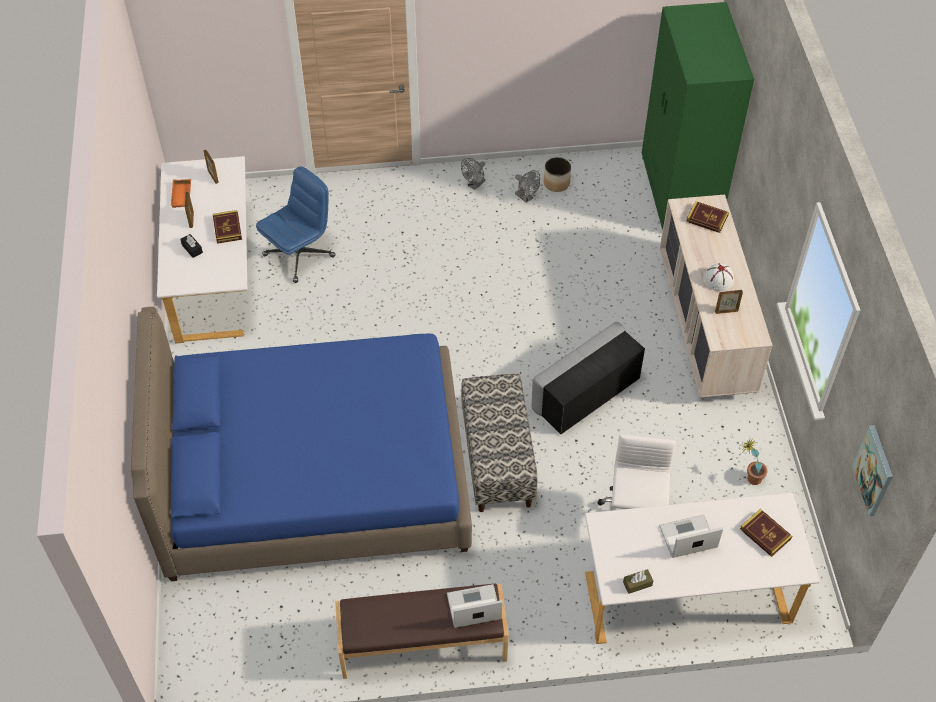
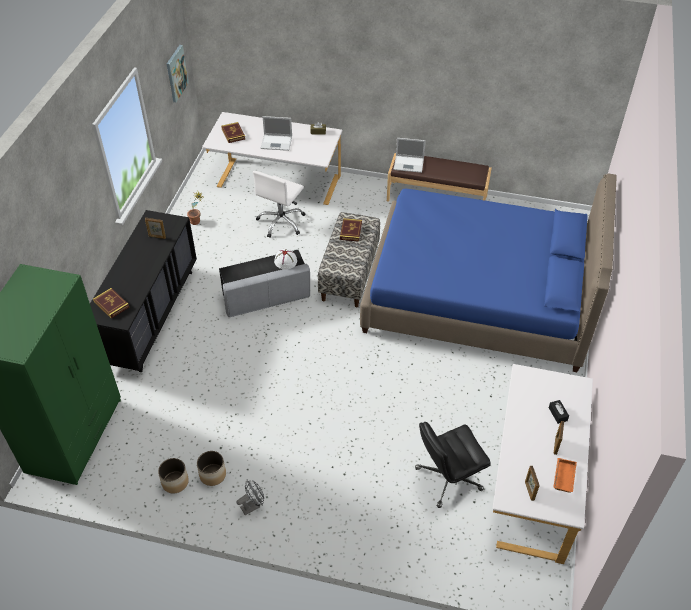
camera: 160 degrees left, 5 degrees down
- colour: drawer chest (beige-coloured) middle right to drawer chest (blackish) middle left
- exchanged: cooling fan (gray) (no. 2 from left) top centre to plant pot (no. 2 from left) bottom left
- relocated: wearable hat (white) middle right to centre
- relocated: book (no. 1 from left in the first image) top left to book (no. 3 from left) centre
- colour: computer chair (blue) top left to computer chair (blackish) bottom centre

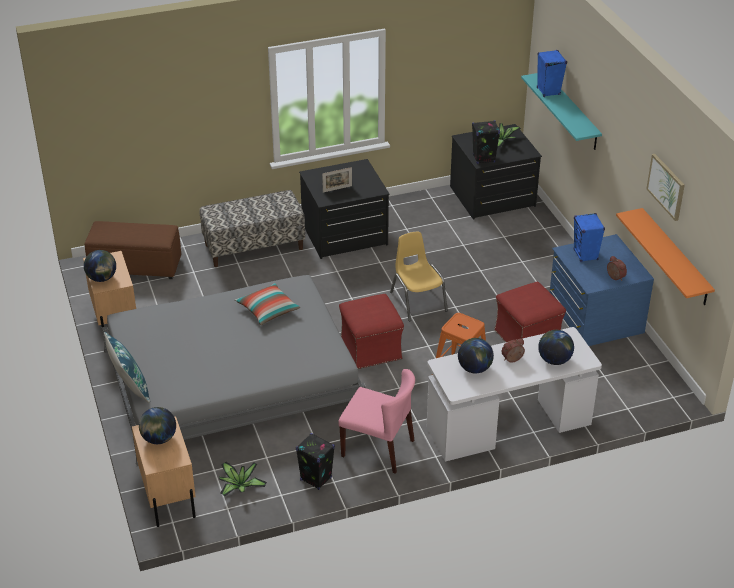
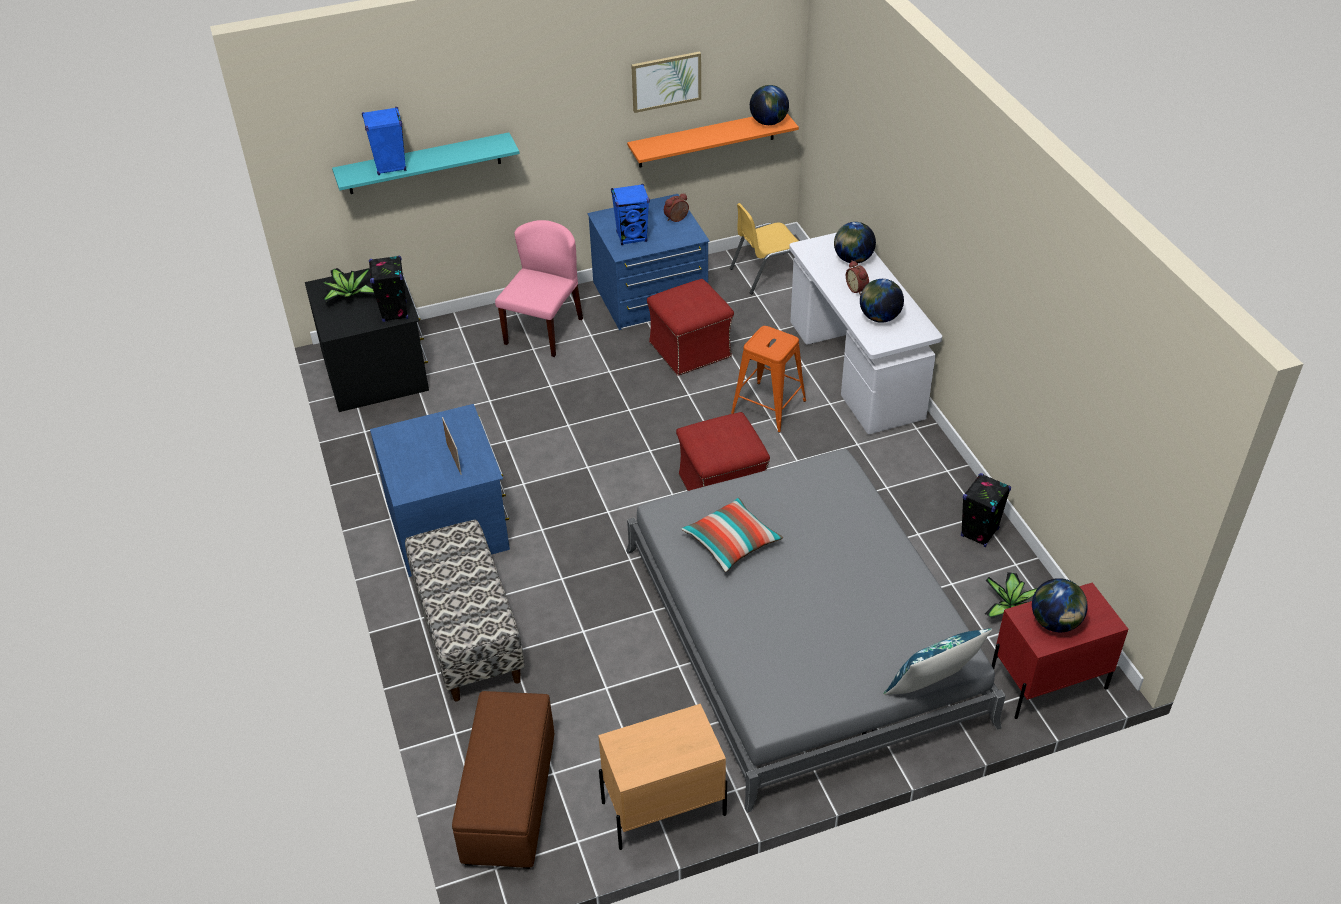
camera: 90 degrees left, 5 degrees up
- colour: drawer chest (blackish) (no. 1 from left) centre to drawer chest (blue) (no. 1 from left) middle left
- relocated: plain chair (pink-coloured) bottom centre to top centre
- relocated: plain chair (yellow) centre to top centre
- relocated: desk globe (no. 1 from left) middle left to top centre
- colour: bedside table (beige-coloured) (no. 2 from left) bottom left to bedside table (red) bottom right

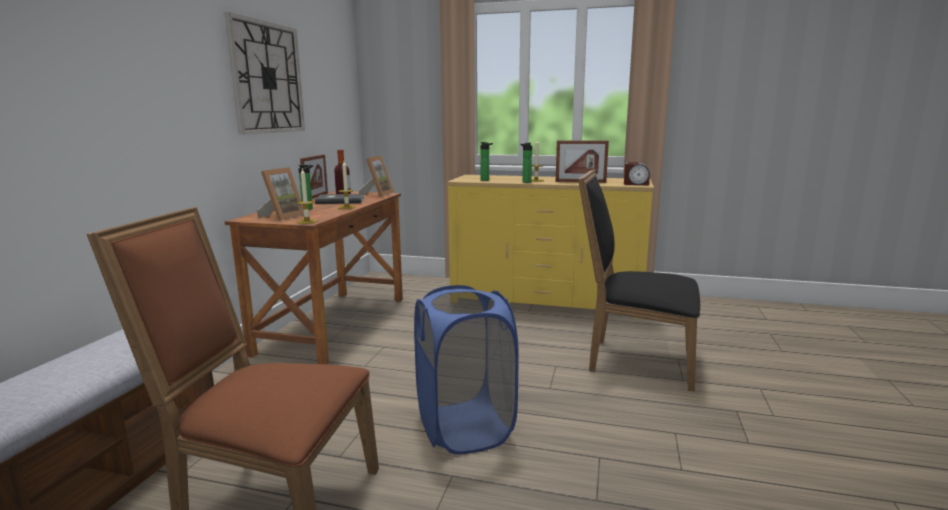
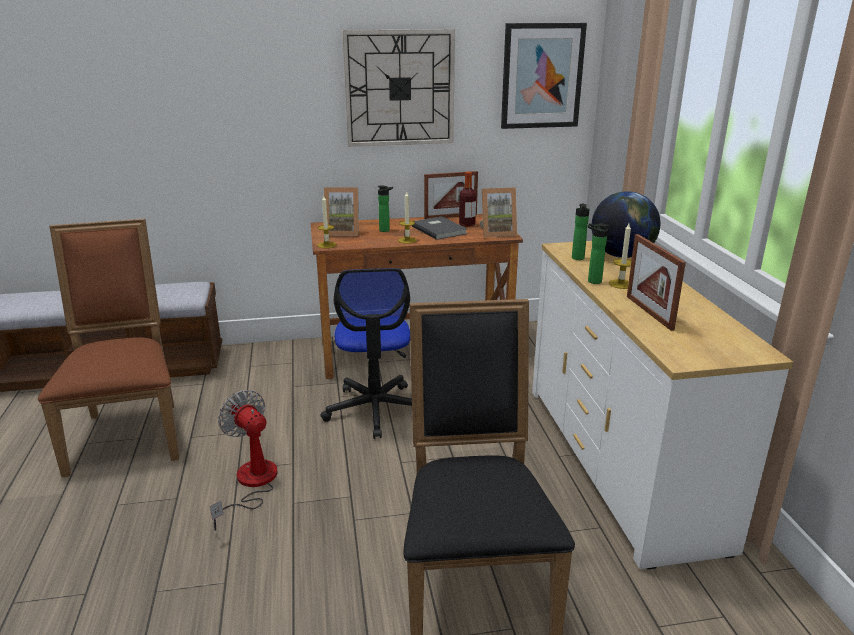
camera: 65 degrees right, 10 degrees up
- exchanged: hamper (blue) bottom centre to cooling fan bottom left
- appeared: computer chair centre
- appeared: wall picture top centre
- colour: drawer chest (yellow) centre to drawer chest (white) middle right
- appeared: desk globe middle right
- missing: bedside clock middle right

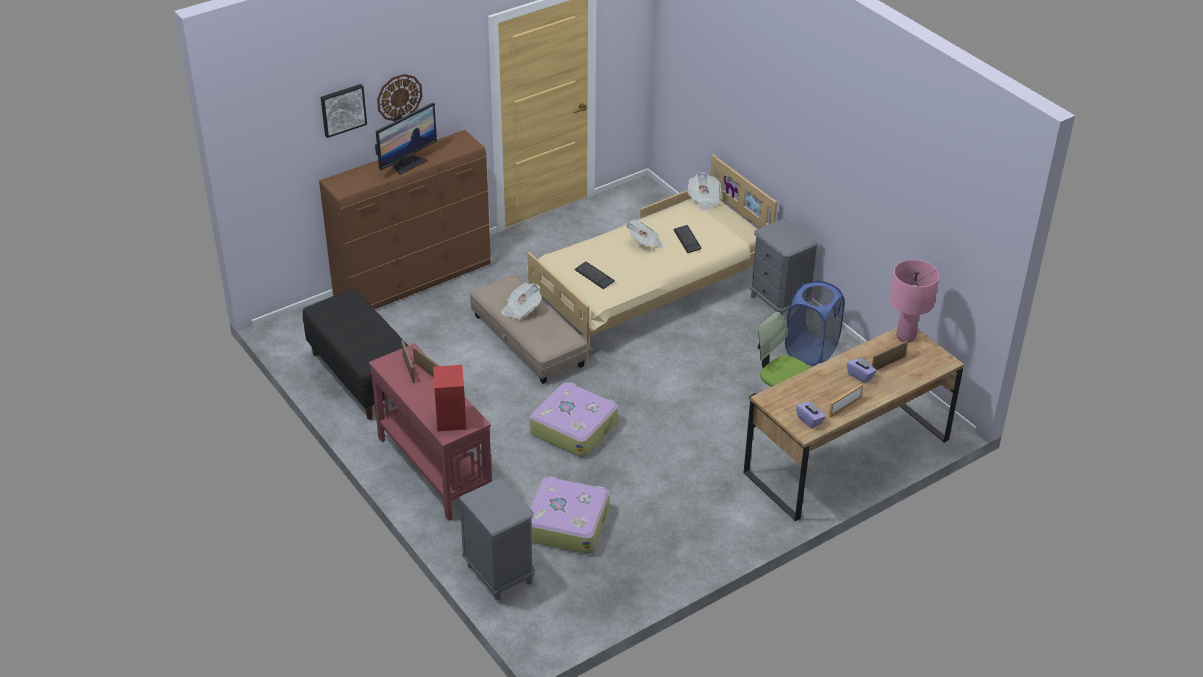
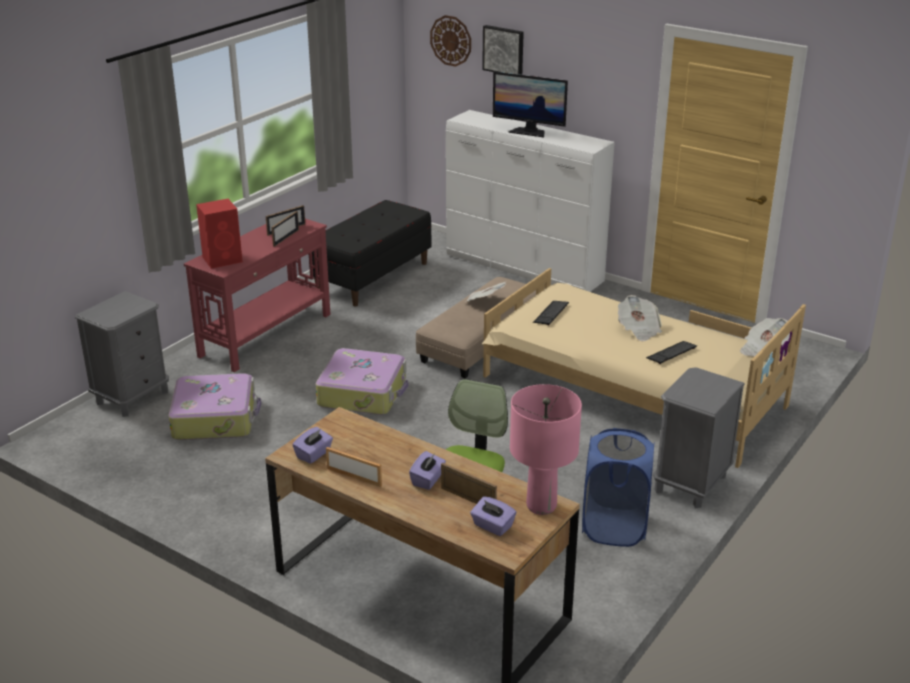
camera: 70 degrees right, 10 degrees down
- relocated: clock on the wall top left to top centre
- colour: drawer chest (brownish) top centre to drawer chest (white) top centre
- appeared: tissue box (purple-coloured) (no. 3 from left) bottom centre

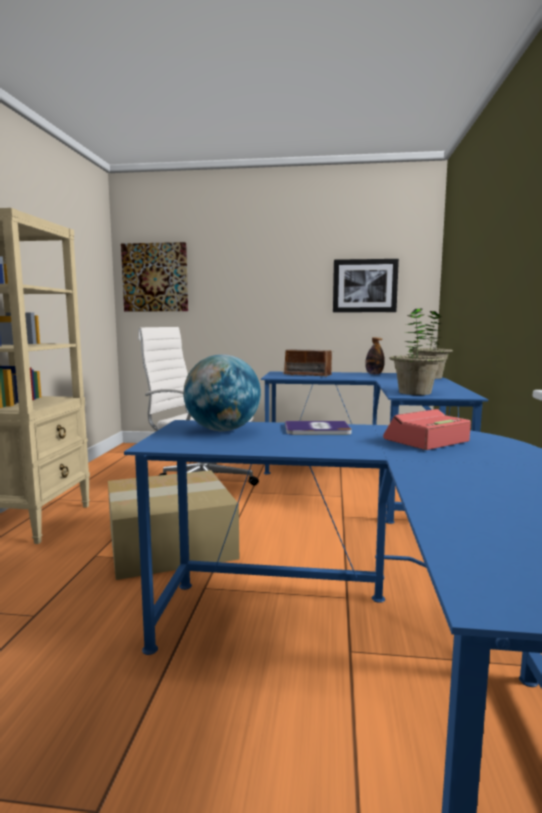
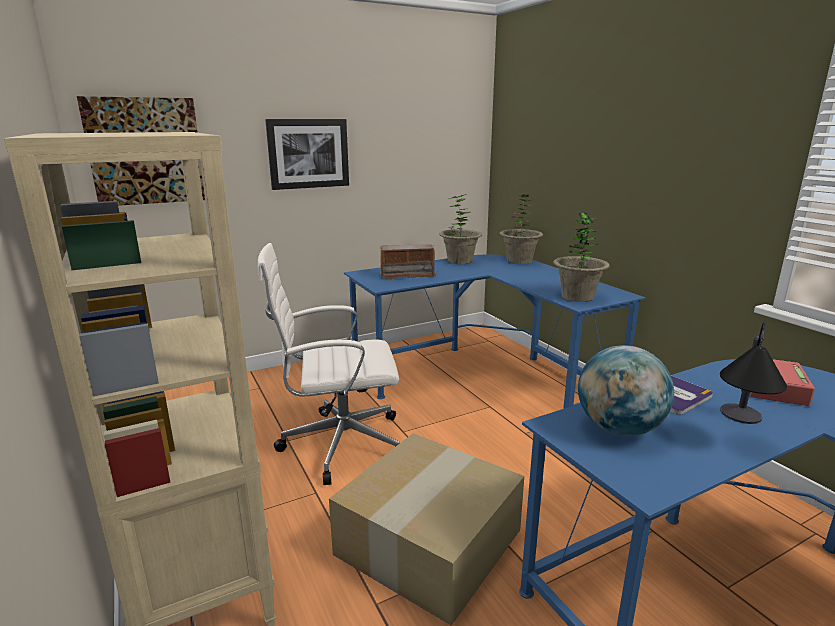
camera: 35 degrees left, 10 degrees up
- relocated: wall picture (no. 2 from left) middle right to top centre
- exchanged: bottle middle right to plant in a pot (no. 1 from left) centre
- appeared: table lamp middle right

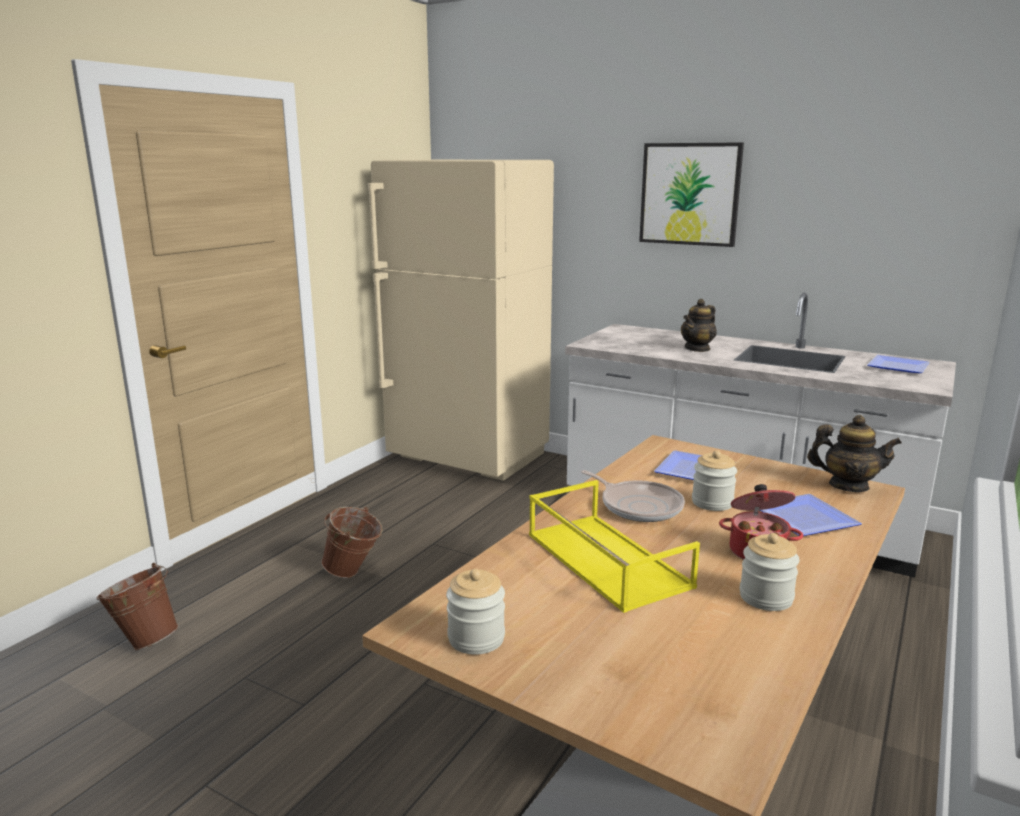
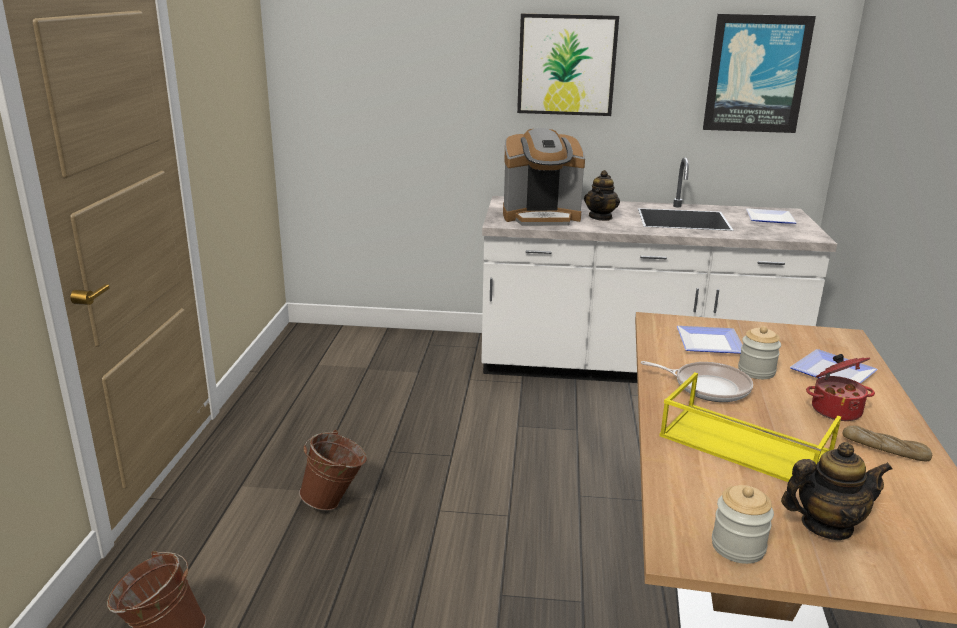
camera: 25 degrees left, 5 degrees up
- appeared: coffee brewer top centre
- appeared: wall picture (no. 2 from left) top right
- relocated: tea pot (no. 2 from left) middle right to bottom right
- exchanged: preserve jar (no. 3 from left) bottom right to bakery bread bottom right
- missing: refrigerator (beige-coloured) centre

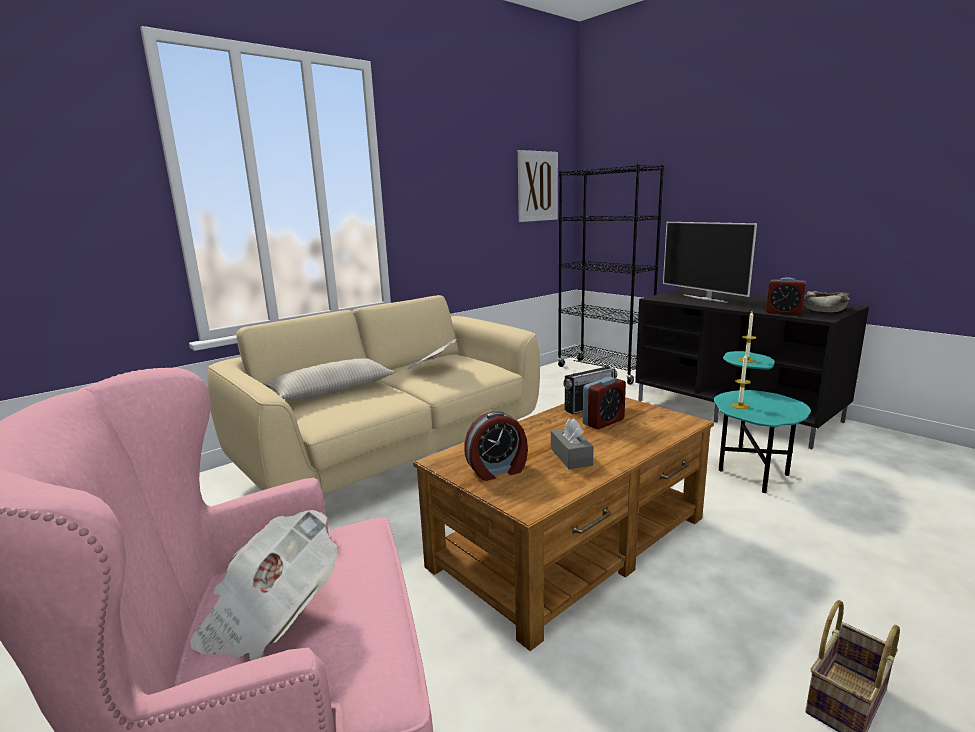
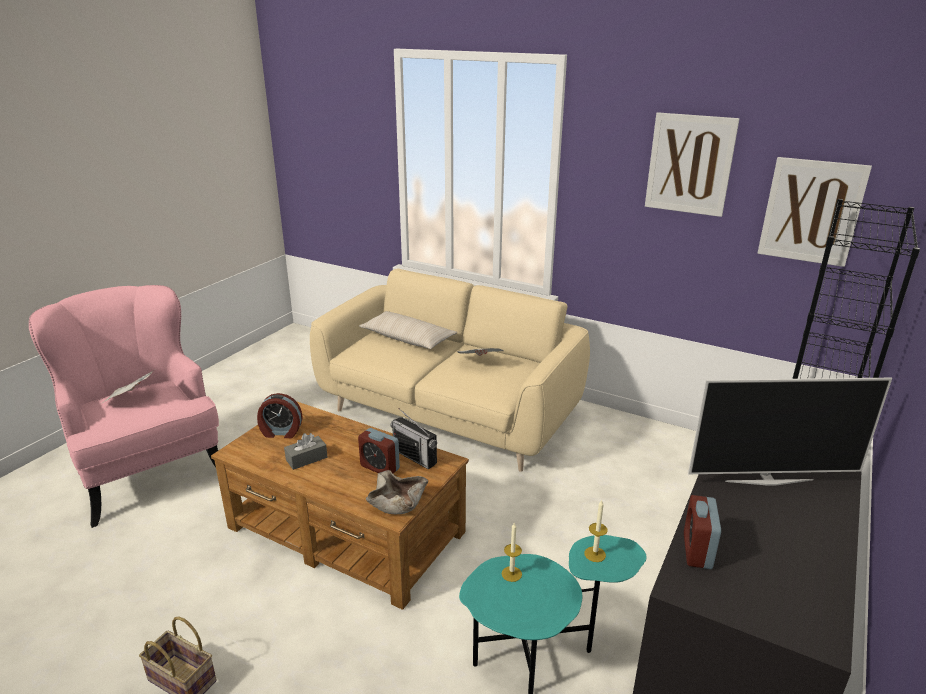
camera: 70 degrees right, 10 degrees up
- spun: bedside clock (no. 1 from left) centre = middle left 45 degrees counterclockwise
- relocated: bowl (beige-coloured) middle right to bottom centre
- appeared: wall picture (no. 1 from left) top right
- spun: television middle right = middle right 135 degrees counterclockwise

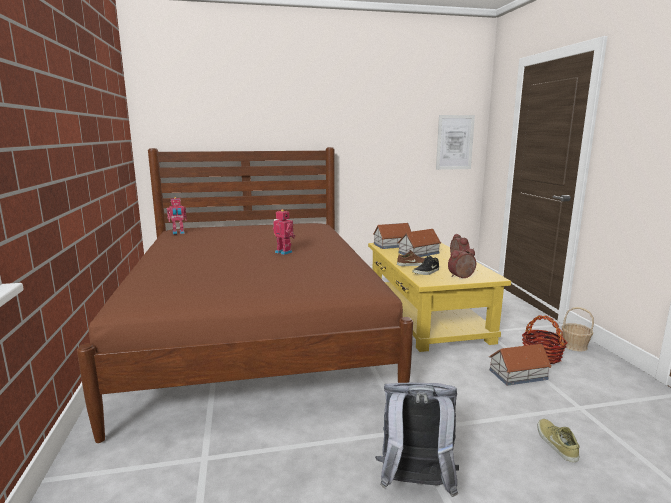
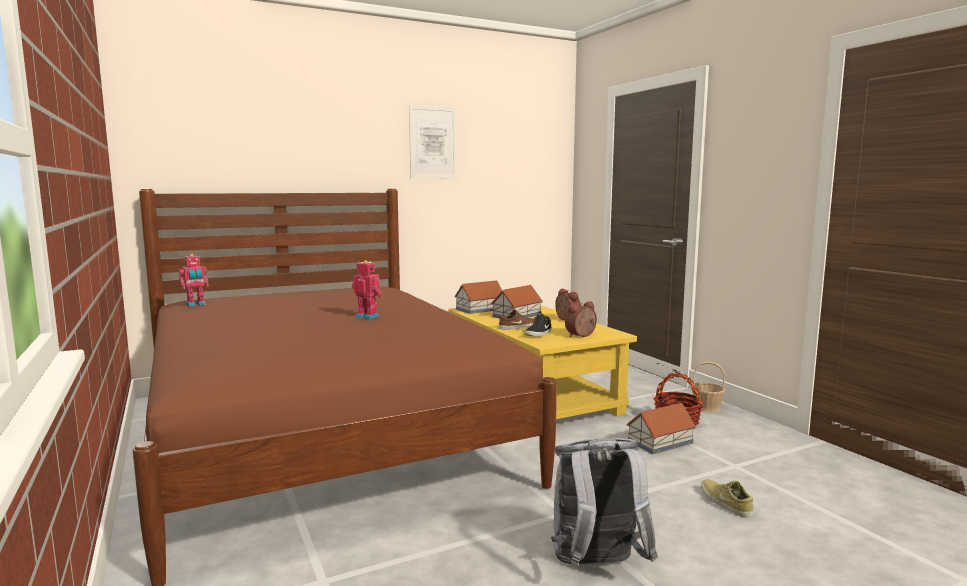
camera: 15 degrees left, 5 degrees down
- relocated: wall picture top right to top centre

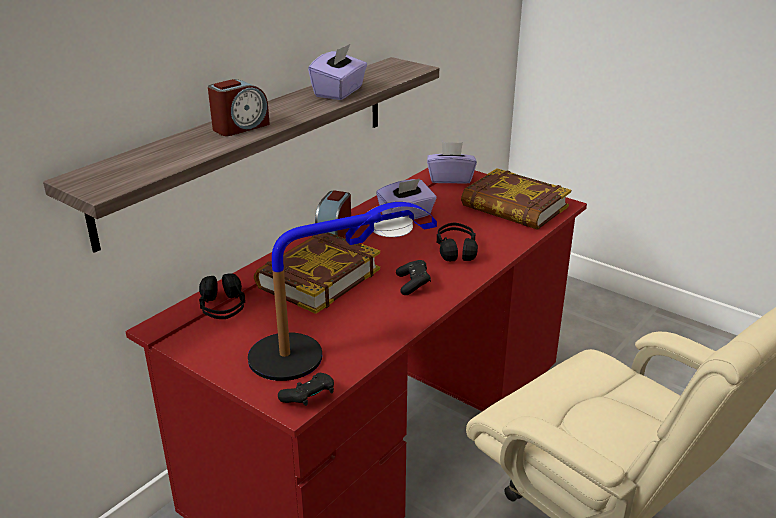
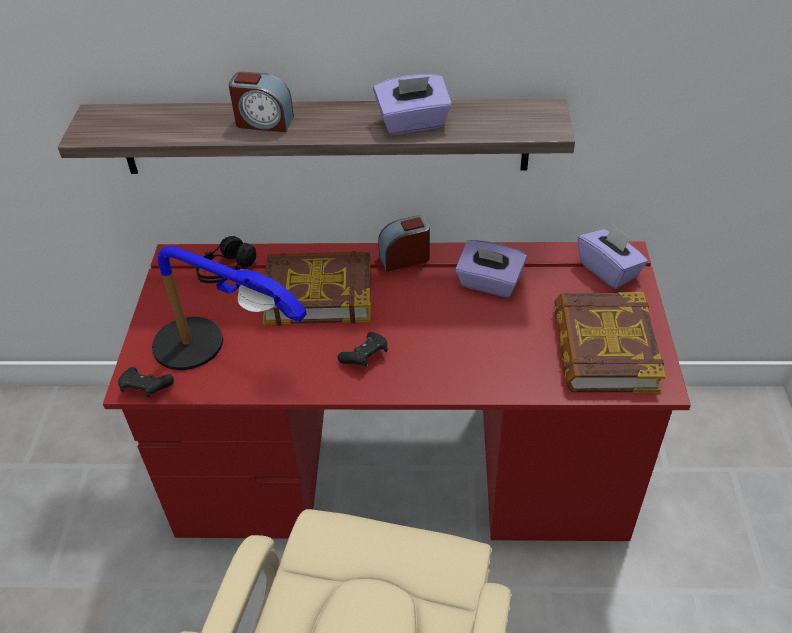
camera: 55 degrees right, 15 degrees up
- missing: pair of headphones (blackish) (no. 2 from left) centre

